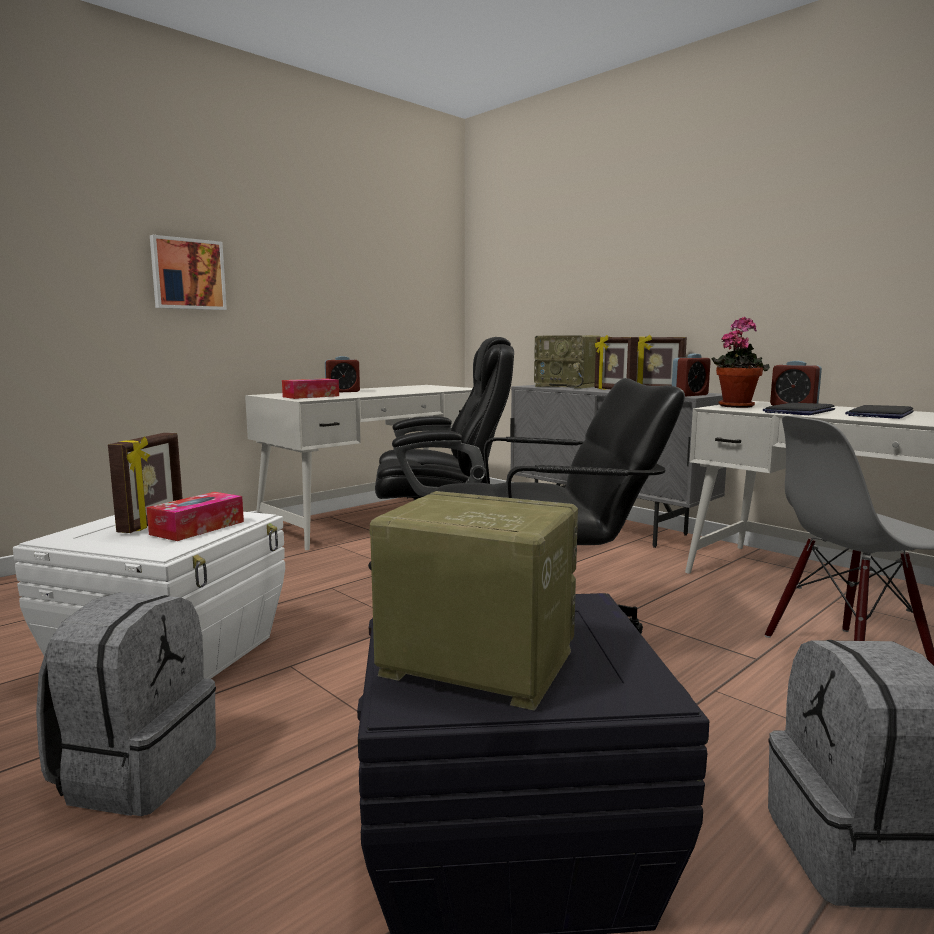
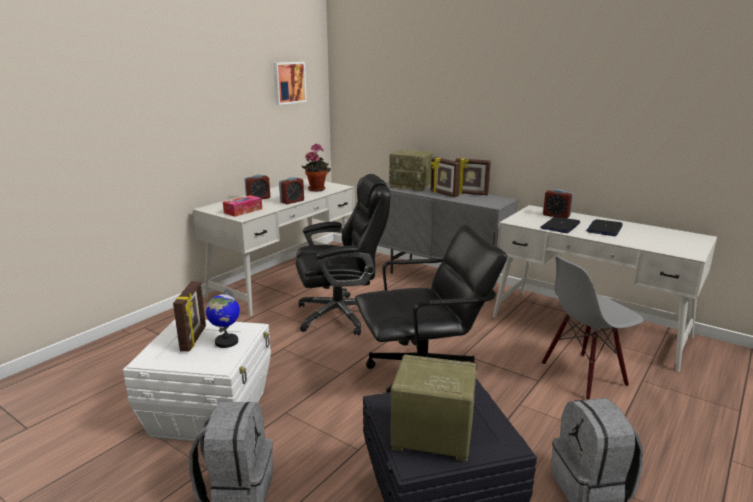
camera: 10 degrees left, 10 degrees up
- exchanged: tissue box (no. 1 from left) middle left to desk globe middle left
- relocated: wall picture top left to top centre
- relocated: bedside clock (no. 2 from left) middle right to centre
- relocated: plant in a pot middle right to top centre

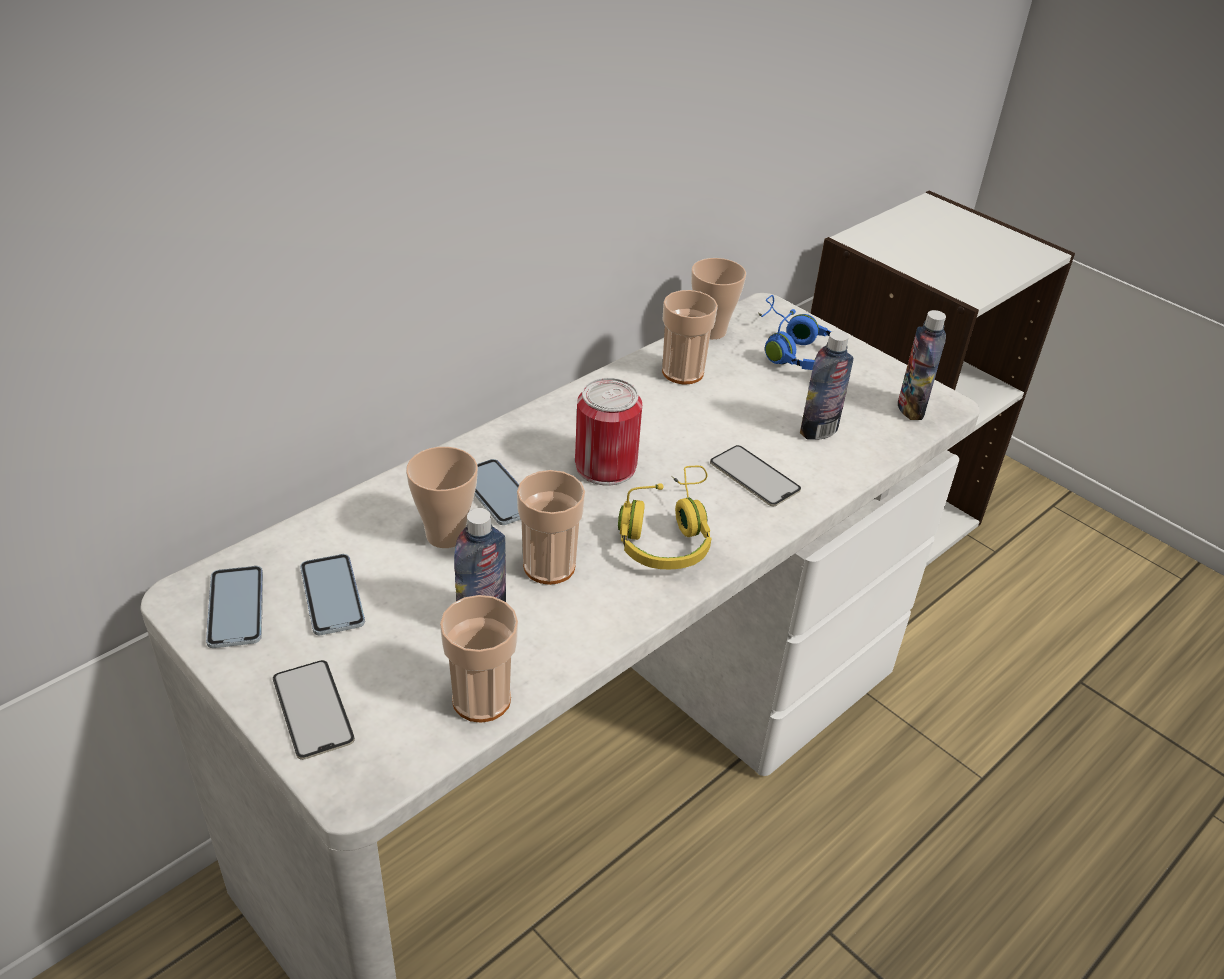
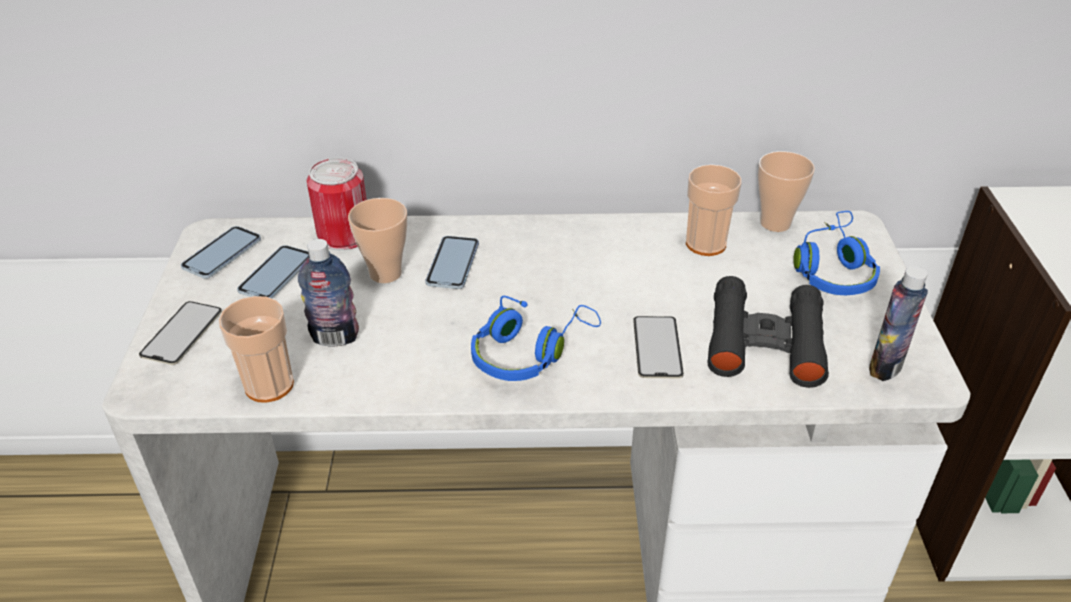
camera: 45 degrees right, 0 degrees up
- relocated: can centre to middle left
- colour: pair of headphones (yellow) centre to pair of headphones (blue) (no. 1 from left) centre
- exchanged: bottle (no. 2 from left) middle right to field glasses (blackish) middle right
- missing: small cup (no. 3 from left) centre

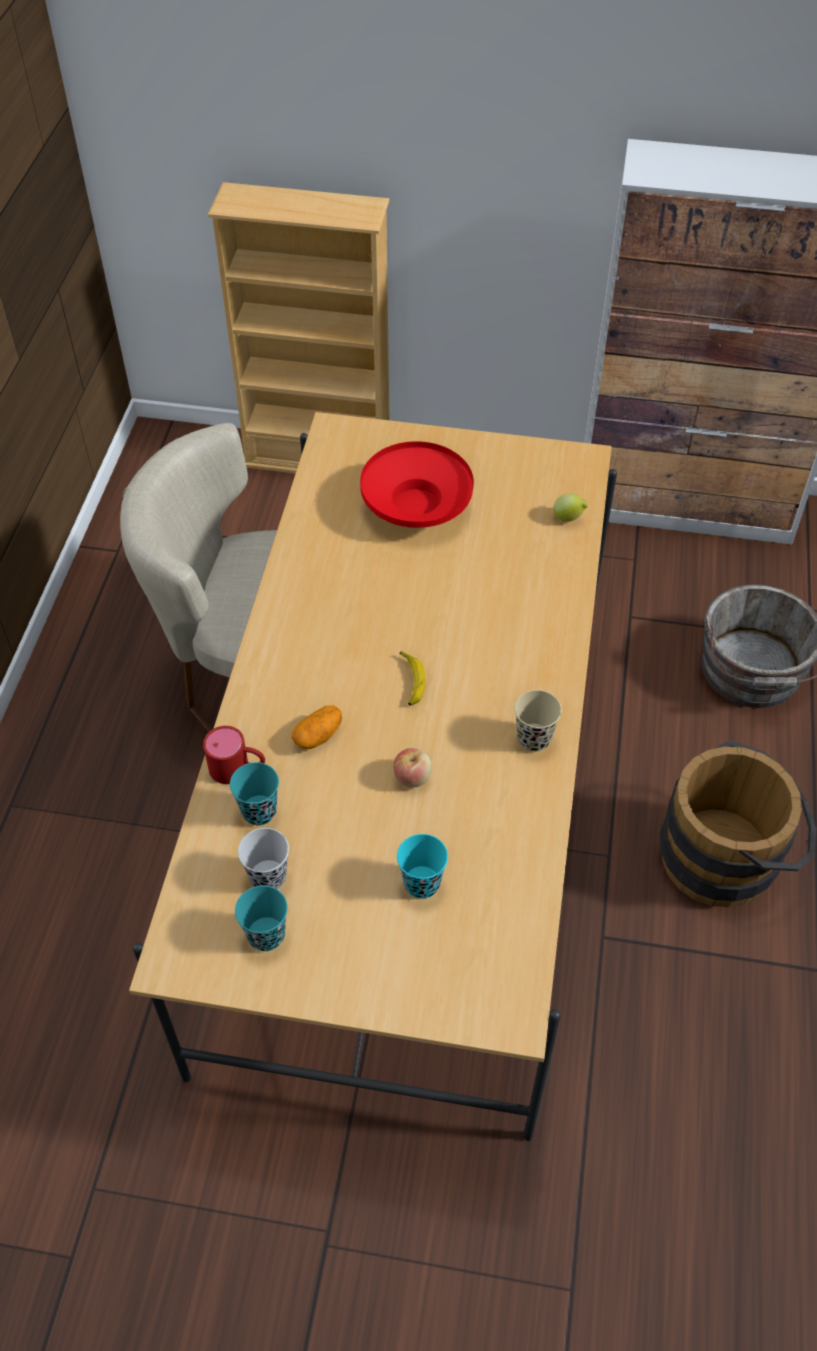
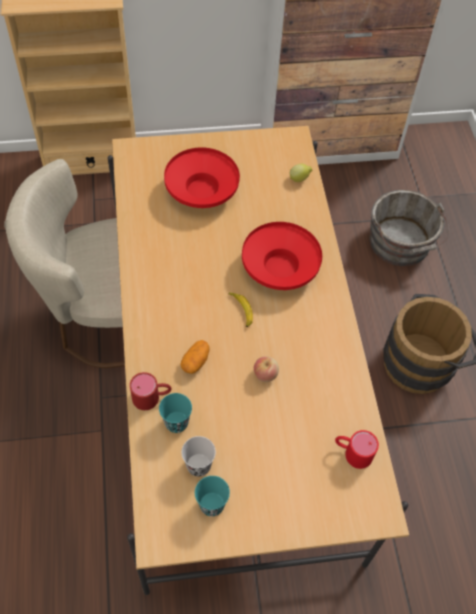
camera: 20 degrees left, 5 degrees up
- appeared: bowl (red) (no. 2 from left) centre
- appeared: tea mug (red) (no. 2 from left) bottom right
- missing: small cup (turquoise-coloured) (no. 3 from left) centre
- missing: small cup (beige-coloured) centre

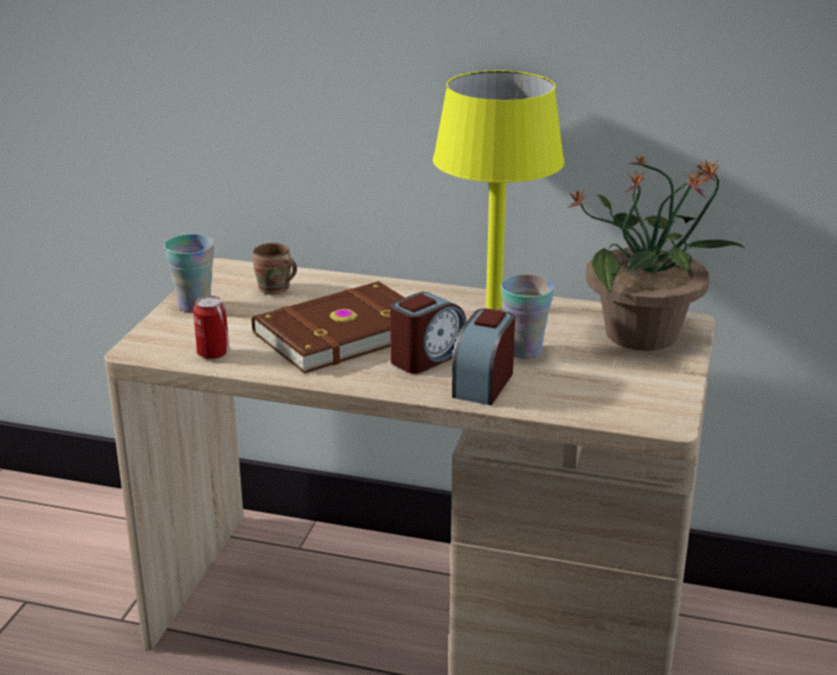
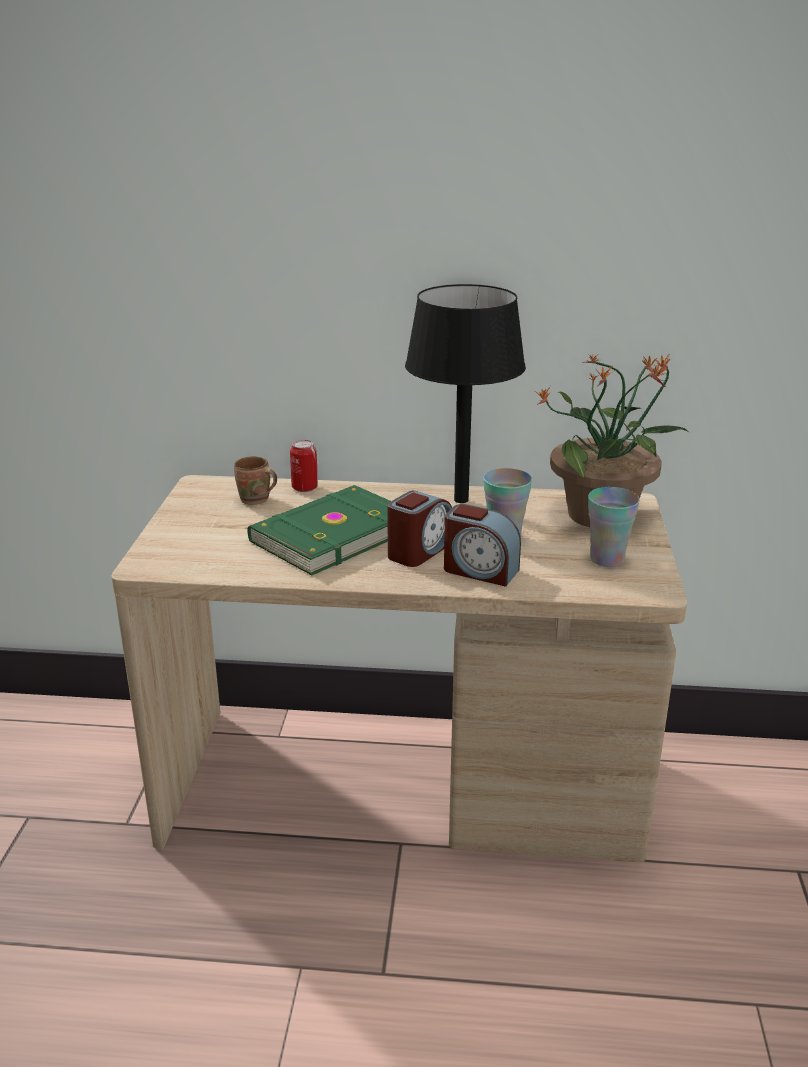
camera: 10 degrees left, 0 degrees up
- colour: book (brownish) centre to book (green-coloured) centre
- relocated: can middle left to centre
- colour: table lamp (yellow) top centre to table lamp (blackish) centre
- spun: bedside clock (no. 2 from left) centre = centre 75 degrees counterclockwise
- relocated: small cup (no. 1 from left in the first image) middle left to small cup (no. 2 from left) middle right

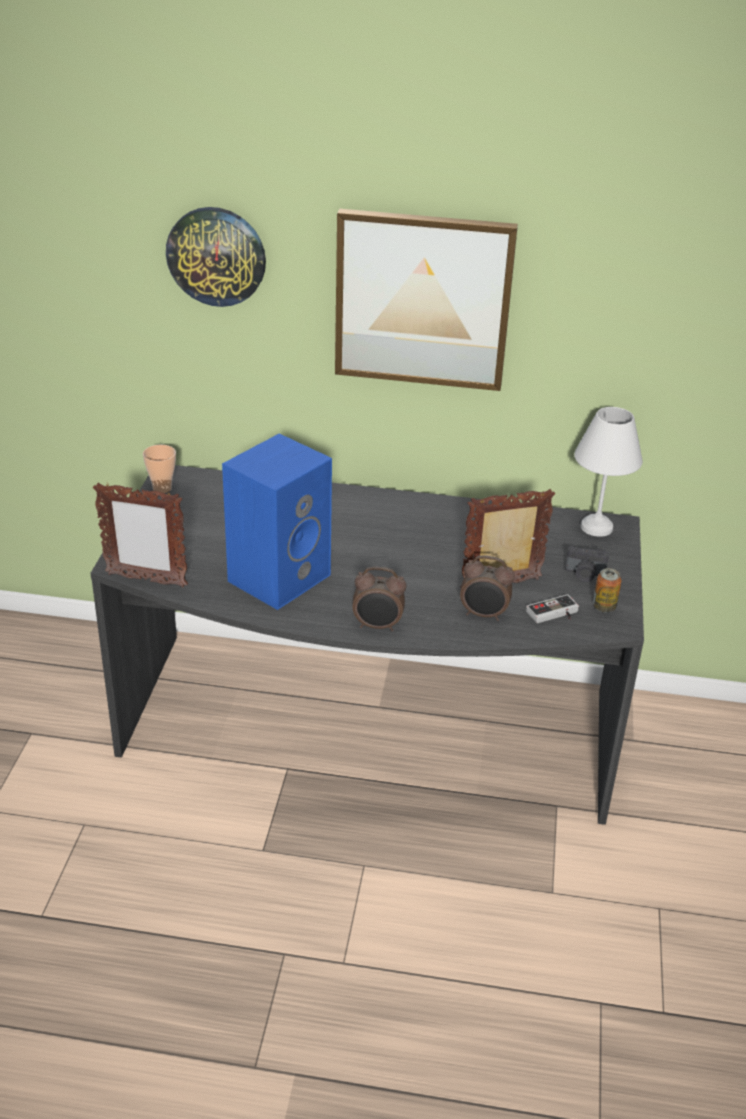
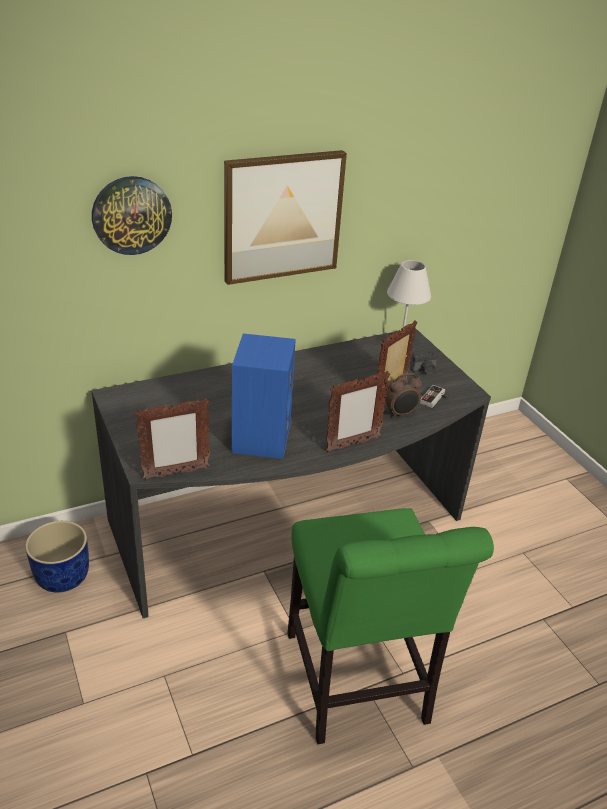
camera: 35 degrees left, 0 degrees up
- appeared: plant pot (blue) bottom left
- appeared: plain chair (green-coloured) bottom centre
- exchanged: bedside clock (no. 1 from left) centre to standing frame (no. 2 from left) centre
- missing: small cup middle left
- missing: can middle right

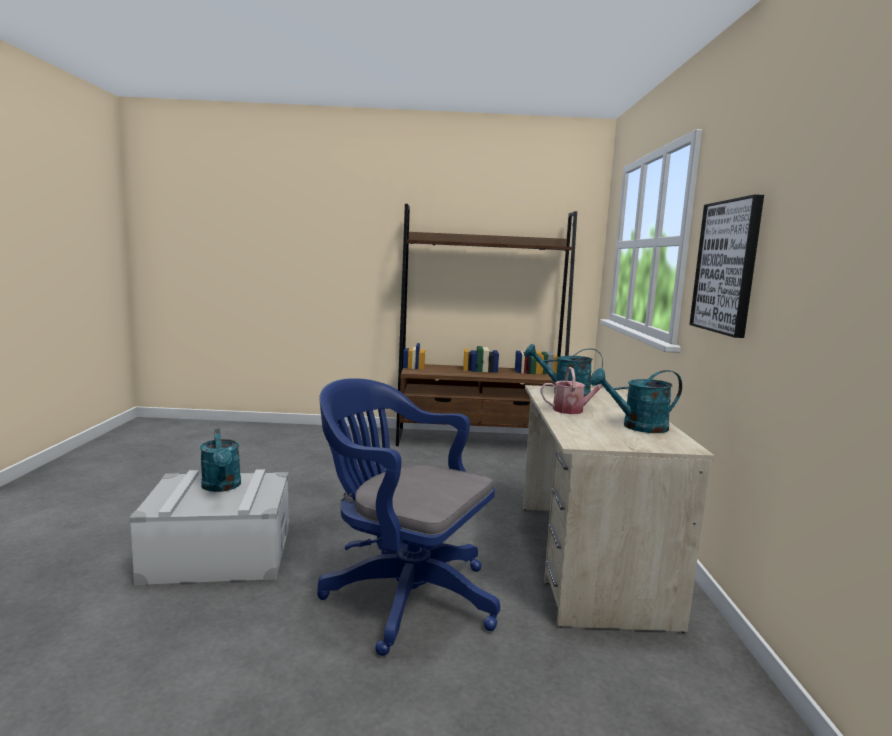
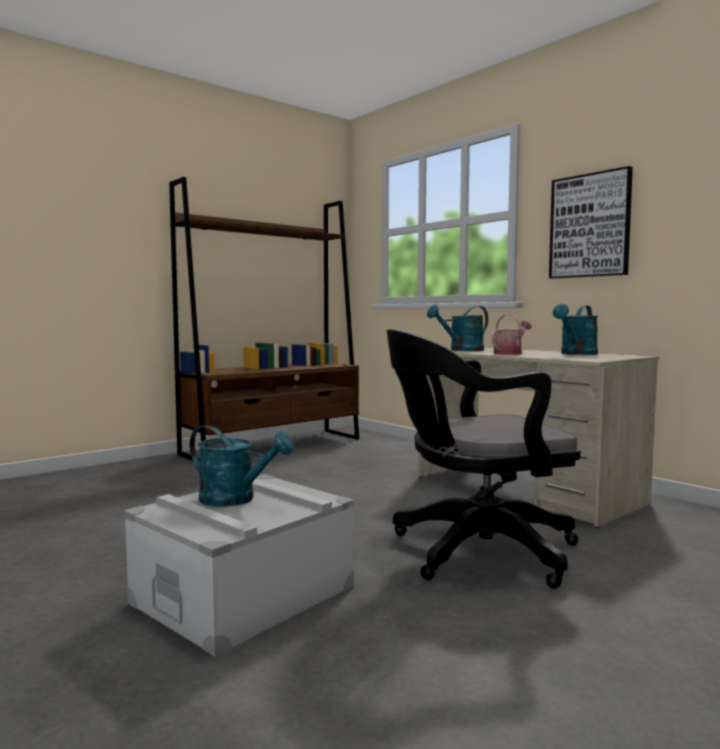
camera: 40 degrees left, 5 degrees down
- colour: computer chair (blue) bottom centre to computer chair (blackish) middle right

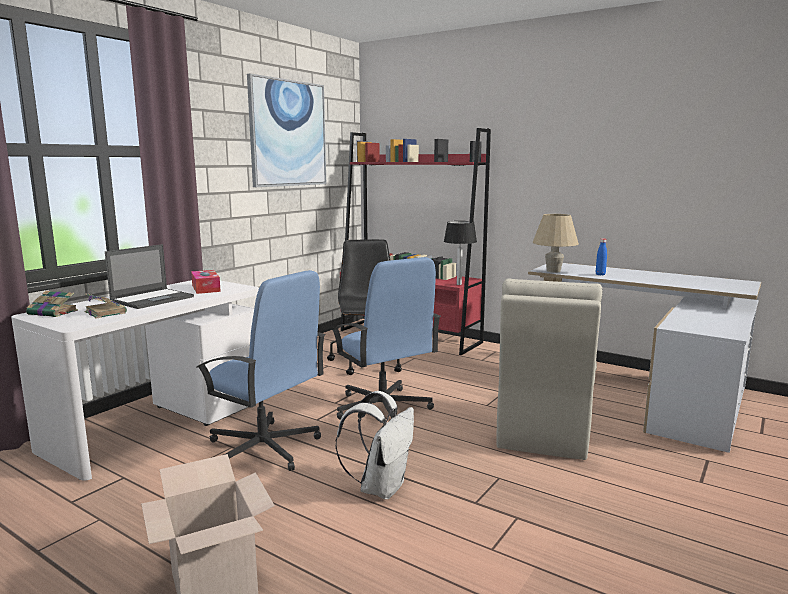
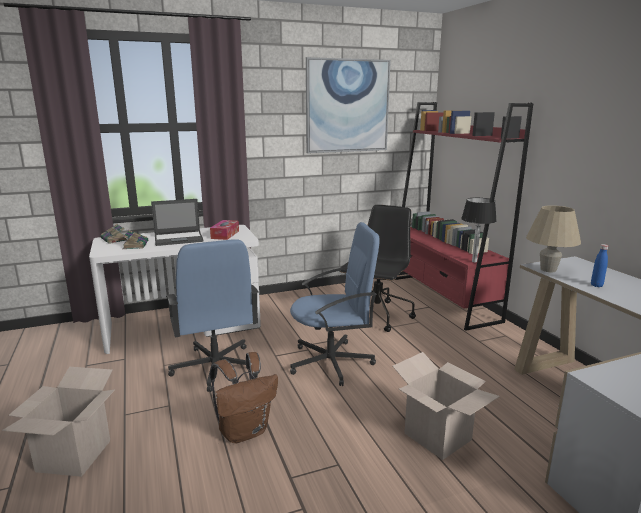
camera: 35 degrees right, 5 degrees up
- colour: backpack (white) bottom centre to backpack (brownish) bottom centre
- spun: computer chair (blue) (no. 2 from left) centre = centre 105 degrees counterclockwise
- exchanged: plain chair (beige-coloured) middle right to packing box (no. 2 from left) bottom right

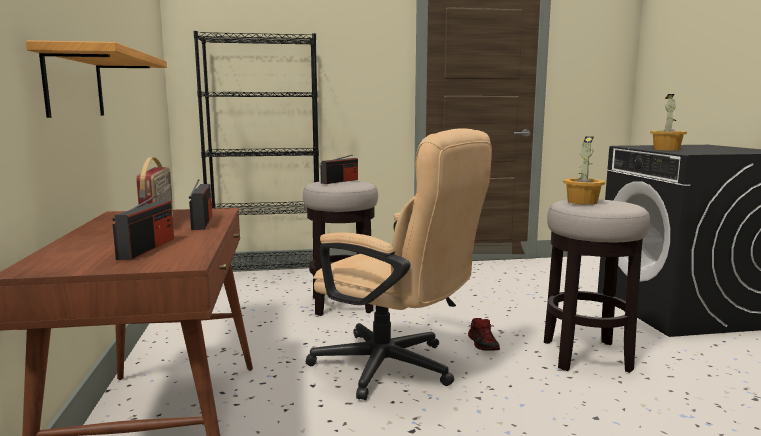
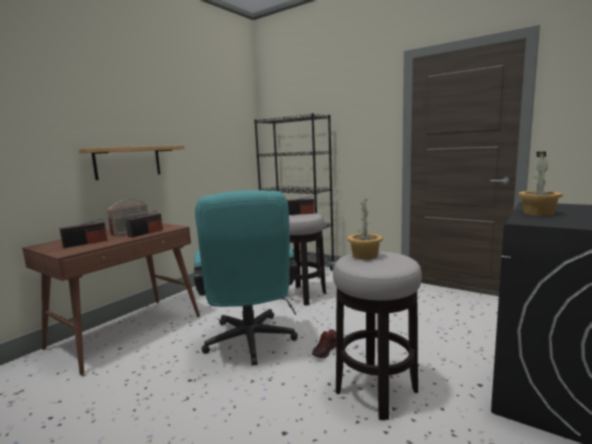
camera: 45 degrees right, 0 degrees up
- colour: computer chair (beige-coloured) centre to computer chair (turquoise-coloured) centre

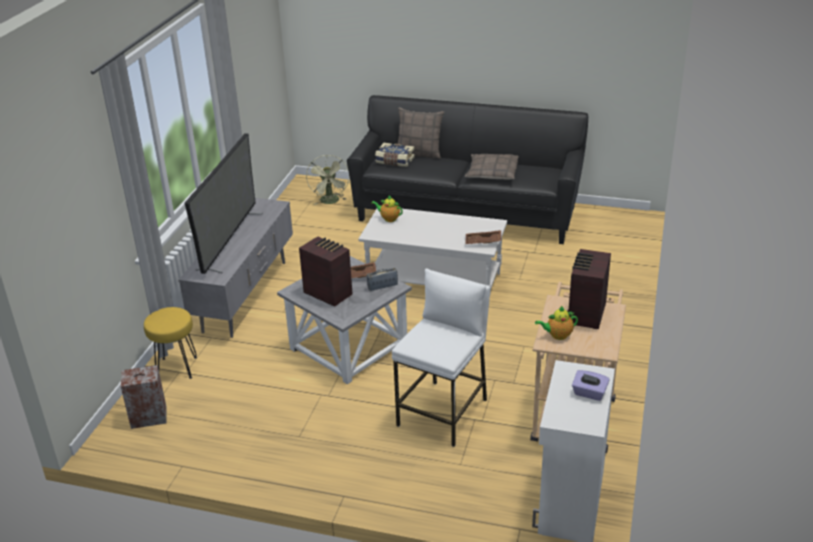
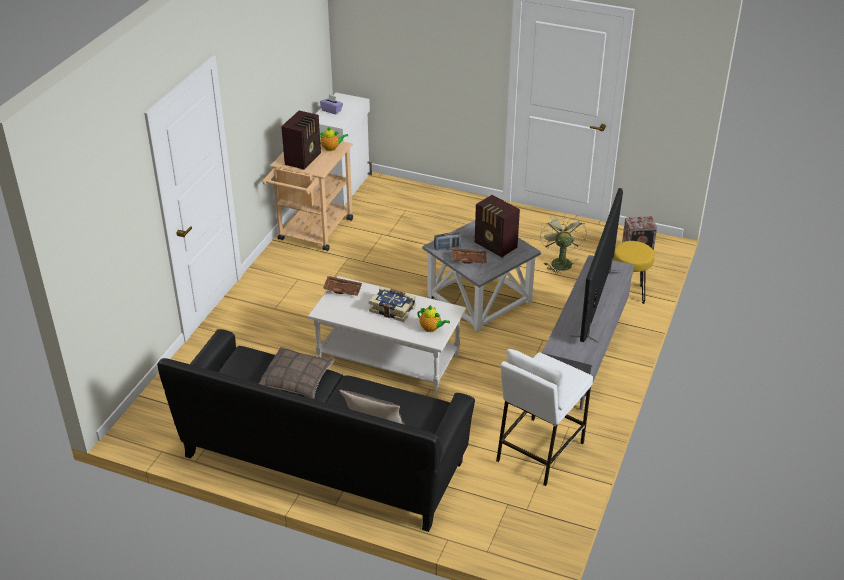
camera: 175 degrees left, 5 degrees up
- relocated: book top centre to centre
- relocated: stool (white) centre to bottom centre
- relocated: cooling fan (green-coloured) top centre to middle right

